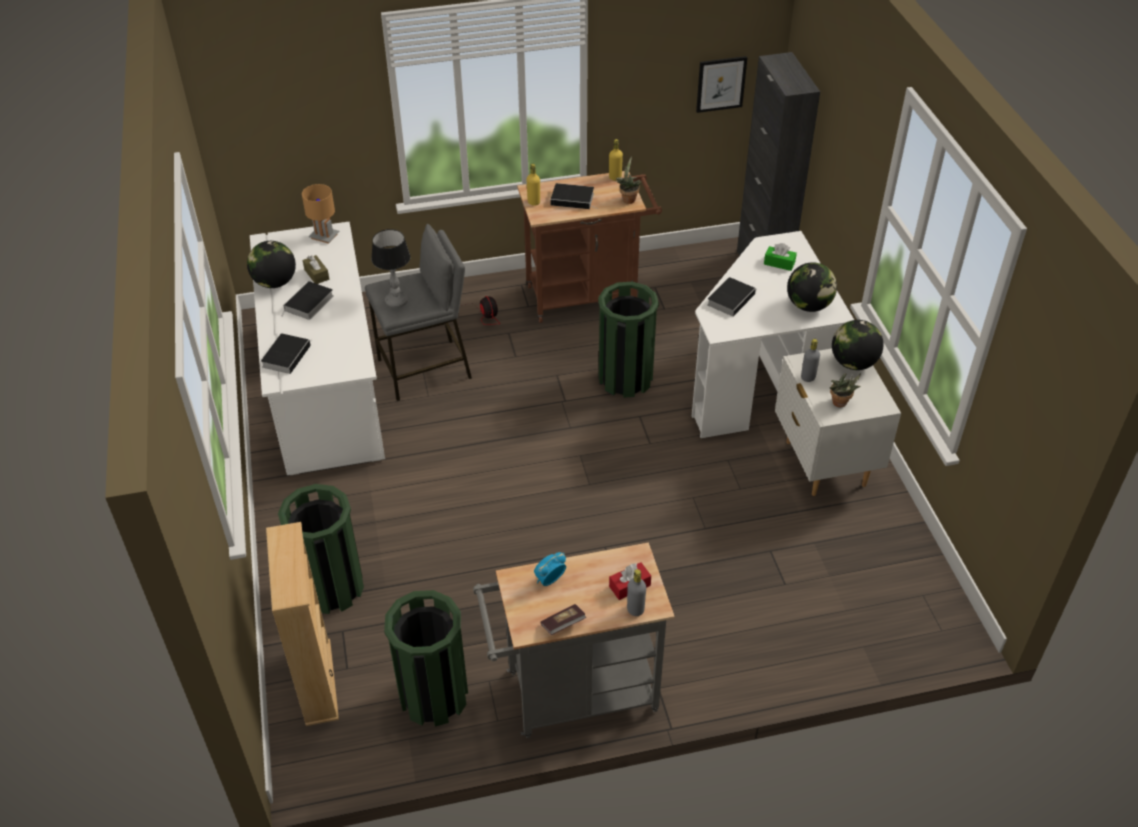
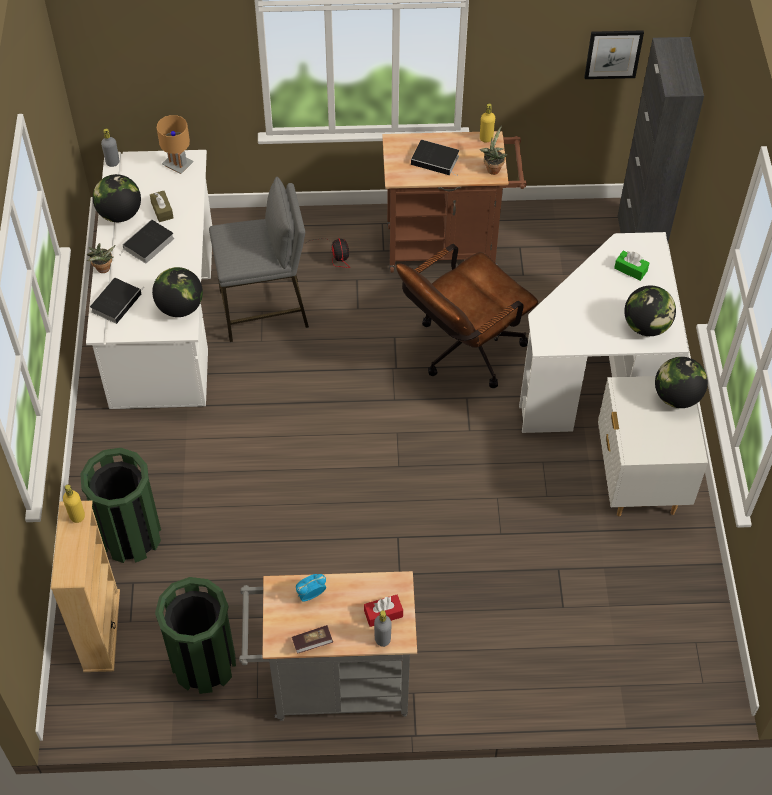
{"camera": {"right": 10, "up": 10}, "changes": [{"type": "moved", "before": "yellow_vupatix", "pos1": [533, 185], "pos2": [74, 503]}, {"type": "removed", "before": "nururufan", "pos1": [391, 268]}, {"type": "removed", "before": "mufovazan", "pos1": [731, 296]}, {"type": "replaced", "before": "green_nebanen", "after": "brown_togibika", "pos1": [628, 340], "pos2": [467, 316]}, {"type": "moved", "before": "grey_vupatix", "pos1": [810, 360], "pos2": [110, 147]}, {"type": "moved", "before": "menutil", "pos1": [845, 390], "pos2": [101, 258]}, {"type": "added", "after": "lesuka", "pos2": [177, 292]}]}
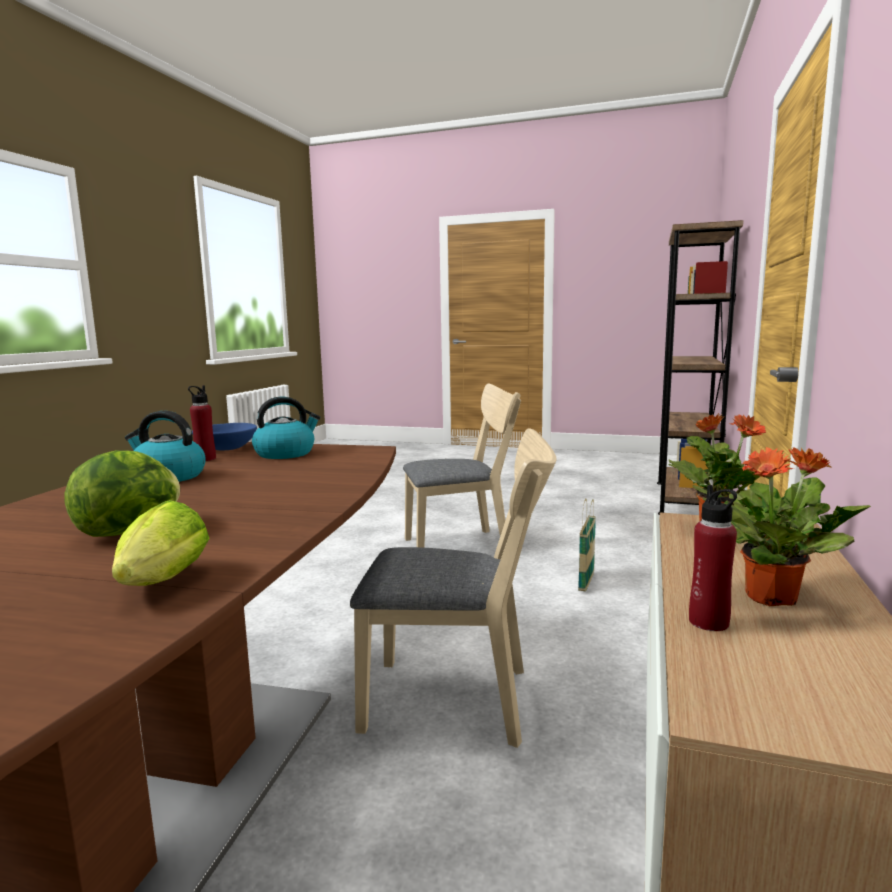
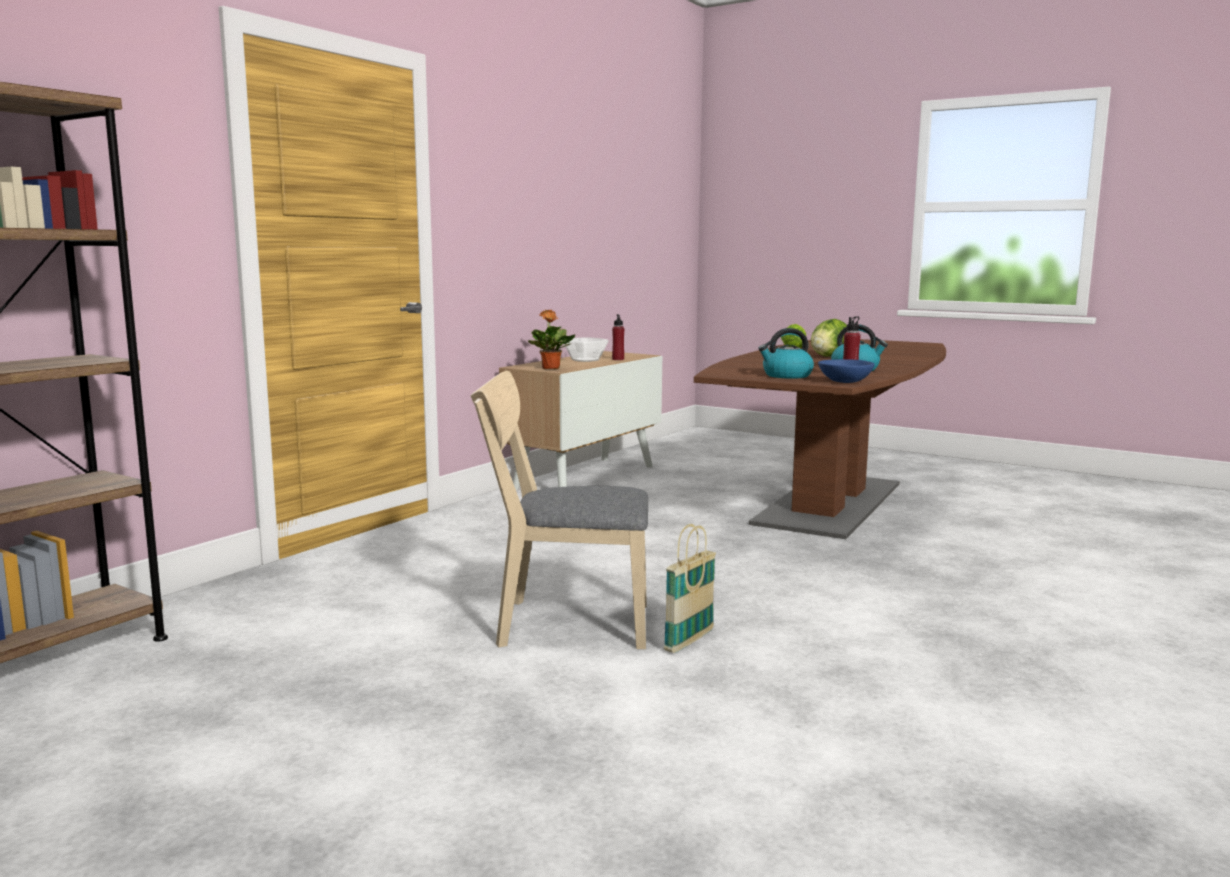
{"camera": {"right": -165, "up": 0}, "changes": [{"type": "removed", "before": "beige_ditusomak", "pos1": [453, 588]}, {"type": "replaced", "before": "menutil", "after": "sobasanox", "pos1": [787, 526], "pos2": [586, 349]}, {"type": "moved", "before": "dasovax", "pos1": [587, 545], "pos2": [690, 588]}]}
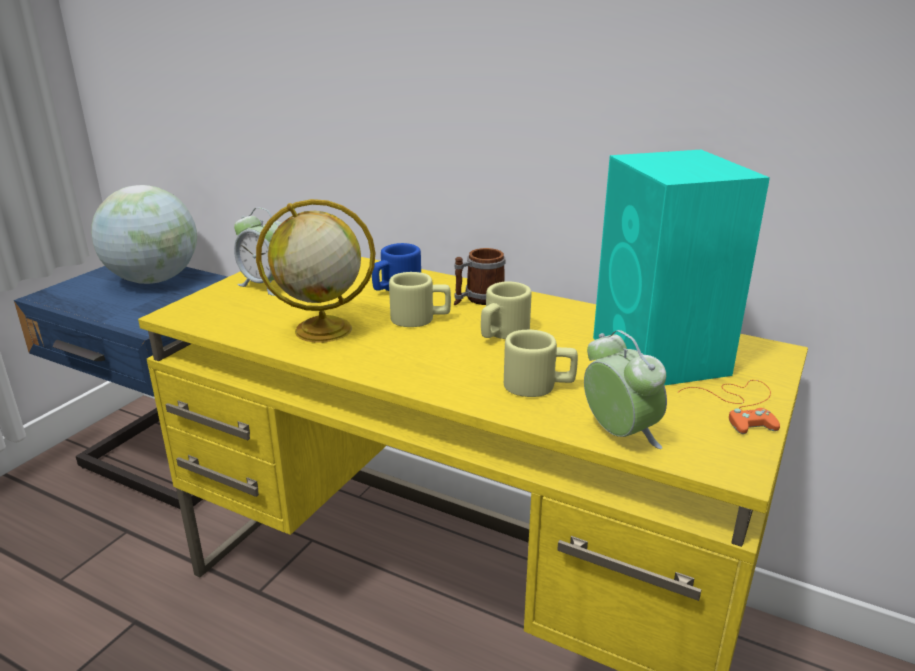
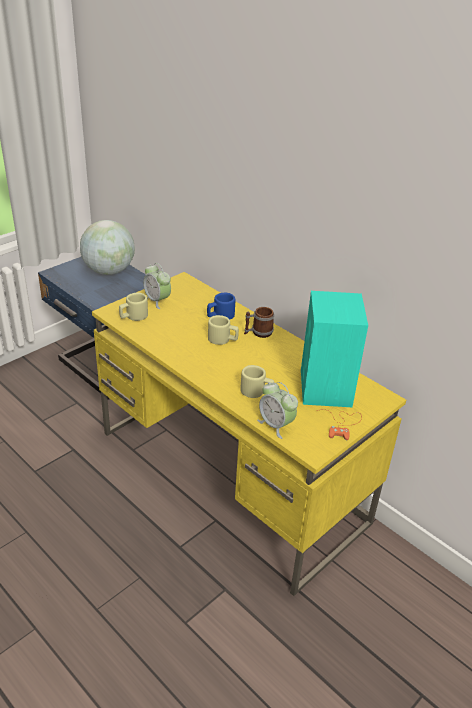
{"camera": {"right": 15, "up": 10}, "changes": [{"type": "removed", "before": "lesuka", "pos1": [315, 271]}, {"type": "moved", "before": "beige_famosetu", "pos1": [506, 310], "pos2": [133, 306]}, {"type": "turned", "before": "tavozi", "pos1": [625, 389], "pos2": [277, 410], "turn": 150}]}
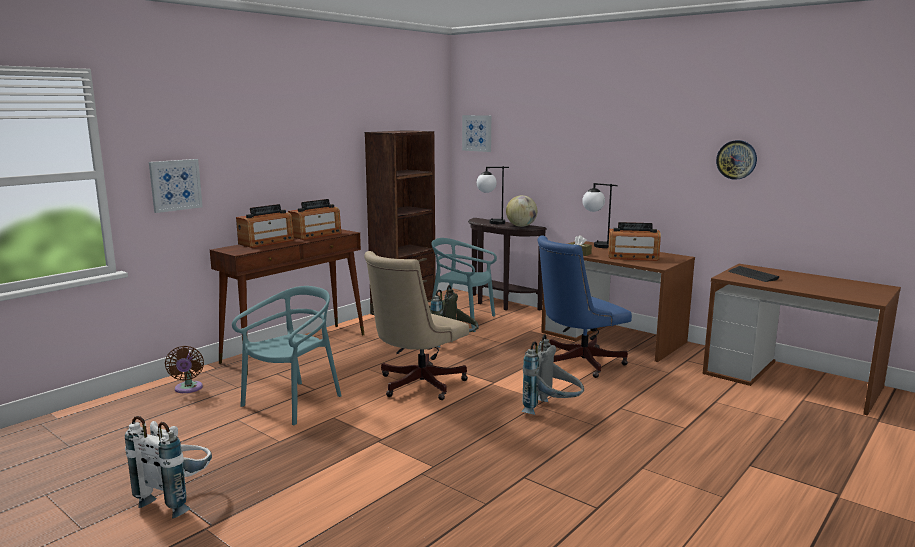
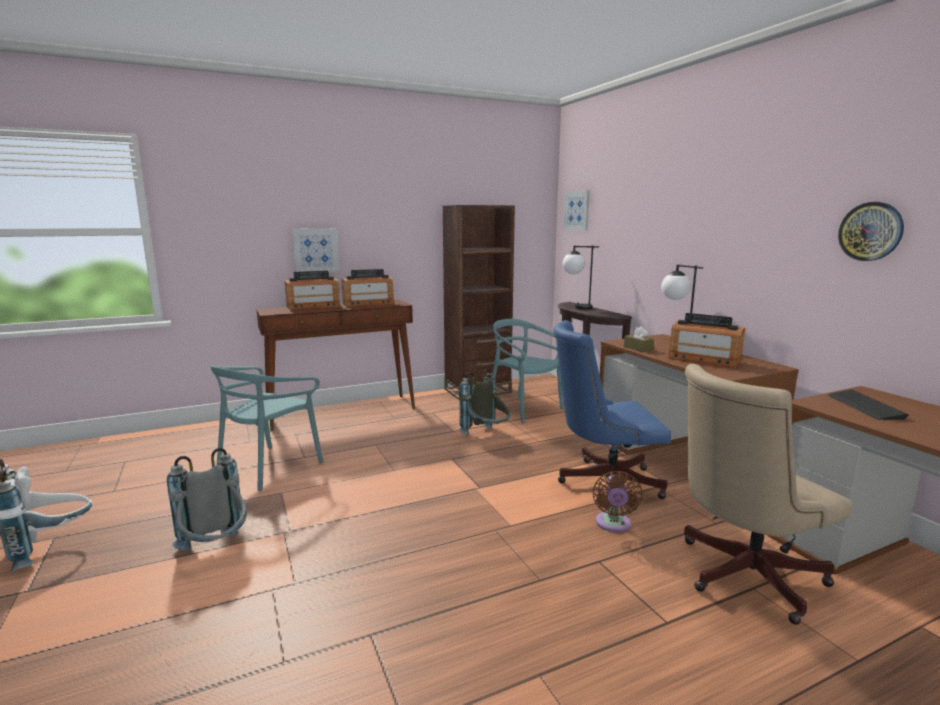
{"camera": {"right": 25, "up": 0}, "changes": [{"type": "moved", "before": "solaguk", "pos1": [176, 186], "pos2": [315, 250]}, {"type": "removed", "before": "lesuka", "pos1": [521, 211]}, {"type": "moved", "before": "beige_togibika", "pos1": [416, 325], "pos2": [768, 494]}, {"type": "turned", "before": "turquoise_ditusomak", "pos1": [287, 355], "pos2": [267, 428], "turn": 150}, {"type": "moved", "before": "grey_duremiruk", "pos1": [552, 374], "pos2": [207, 499]}, {"type": "moved", "before": "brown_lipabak", "pos1": [184, 369], "pos2": [617, 501]}]}
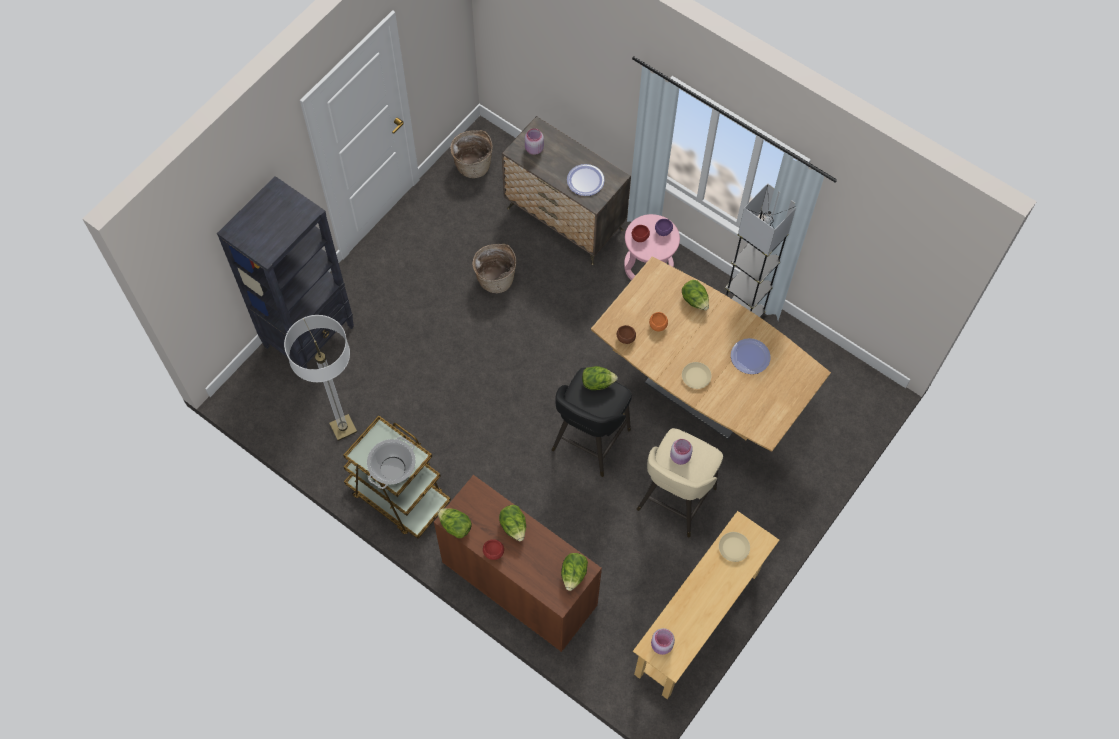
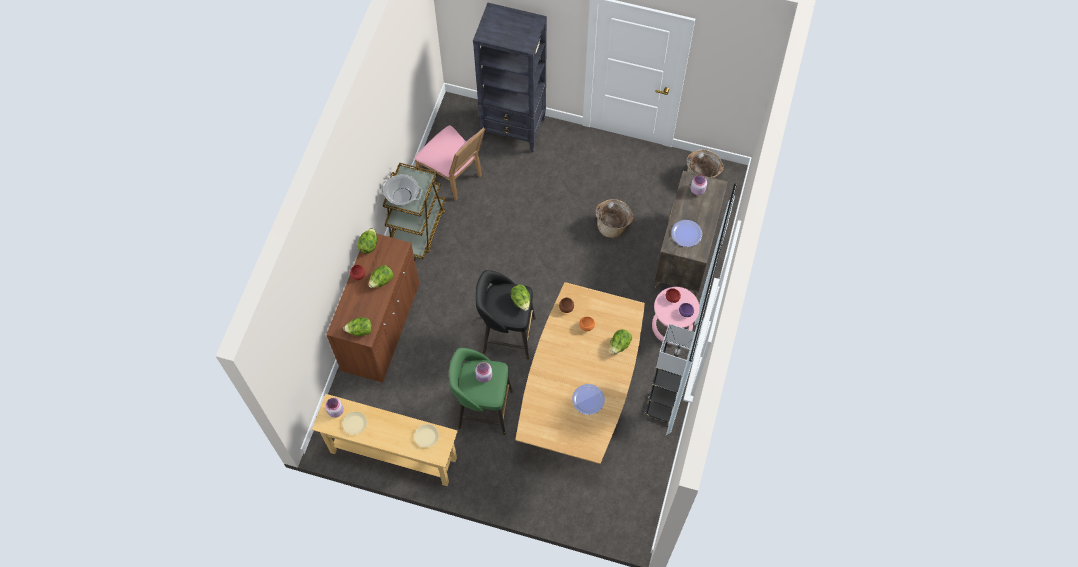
{"camera": {"right": 70, "up": 0}, "changes": [{"type": "replaced", "before": "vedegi", "after": "pink_ditusomak", "pos1": [320, 378], "pos2": [449, 162]}, {"type": "moved", "before": "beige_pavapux", "pos1": [697, 375], "pos2": [355, 423]}, {"type": "recoloured", "before": "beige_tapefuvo", "after": "green_tapefuvo", "pos1": [680, 482], "pos2": [481, 391]}]}
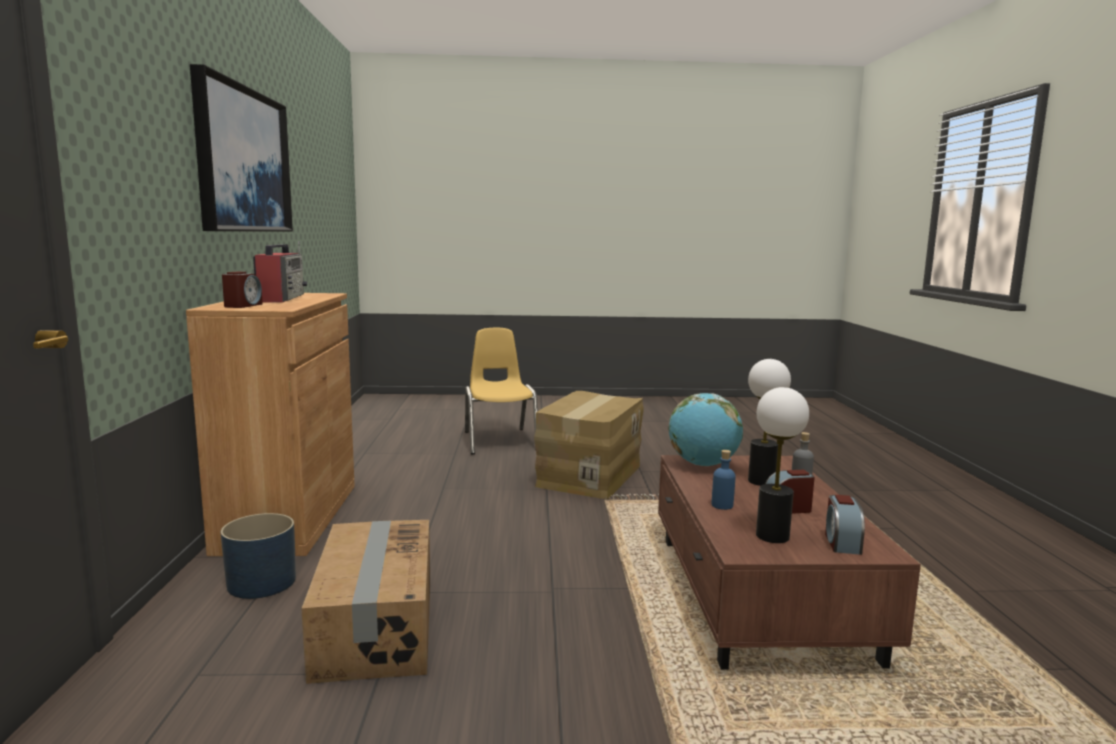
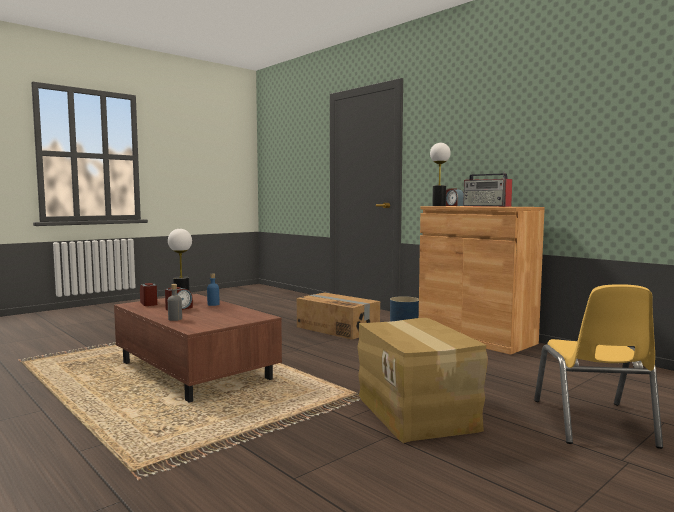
{"camera": {"right": 140, "up": -5}, "changes": [{"type": "removed", "before": "solaguk", "pos1": [241, 148]}, {"type": "turned", "before": "yellow_ditusomak", "pos1": [501, 391], "pos2": [598, 366], "turn": 60}, {"type": "moved", "before": "nururufan", "pos1": [769, 422], "pos2": [440, 174]}, {"type": "removed", "before": "lesuka", "pos1": [705, 429]}]}
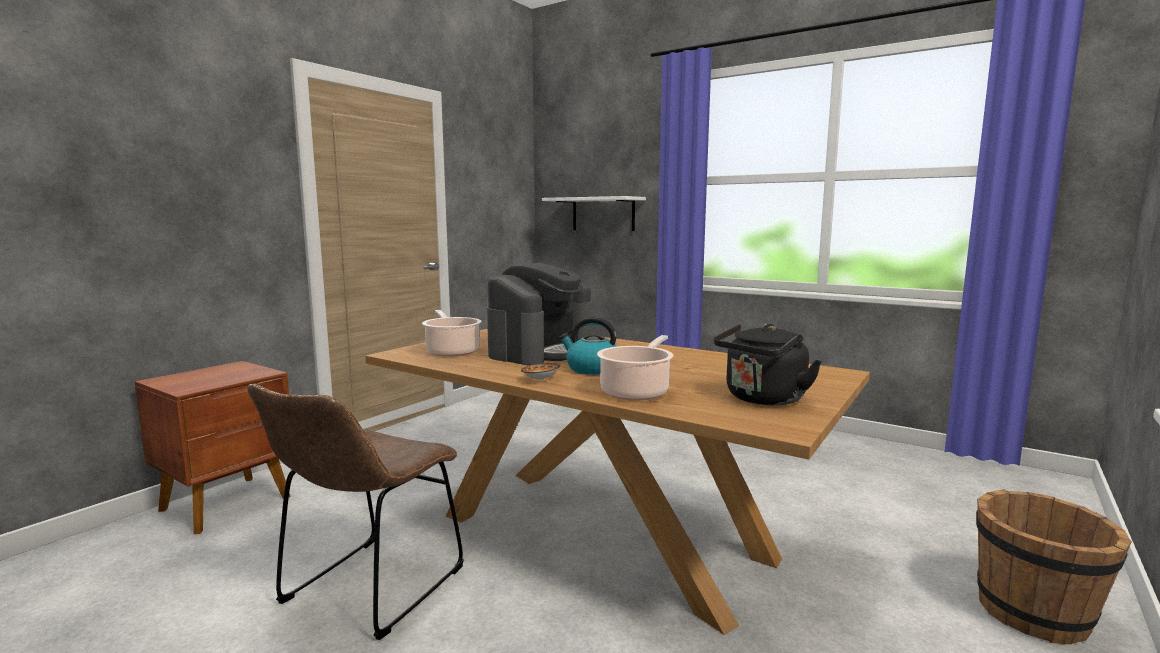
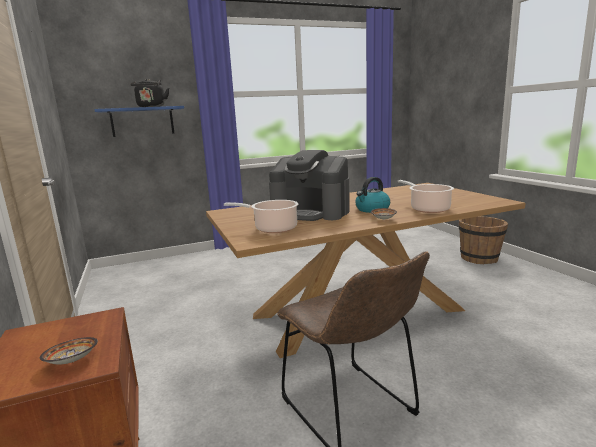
{"camera": {"right": -55, "up": 5}, "changes": [{"type": "recoloured", "before": "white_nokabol", "after": "blue_nokabol", "pos1": [594, 213], "pos2": [139, 121]}, {"type": "turned", "before": "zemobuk", "pos1": [539, 314], "pos2": [309, 185], "turn": 135}, {"type": "moved", "before": "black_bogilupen", "pos1": [768, 365], "pos2": [149, 93]}, {"type": "added", "after": "sobasanox", "pos2": [69, 351]}]}
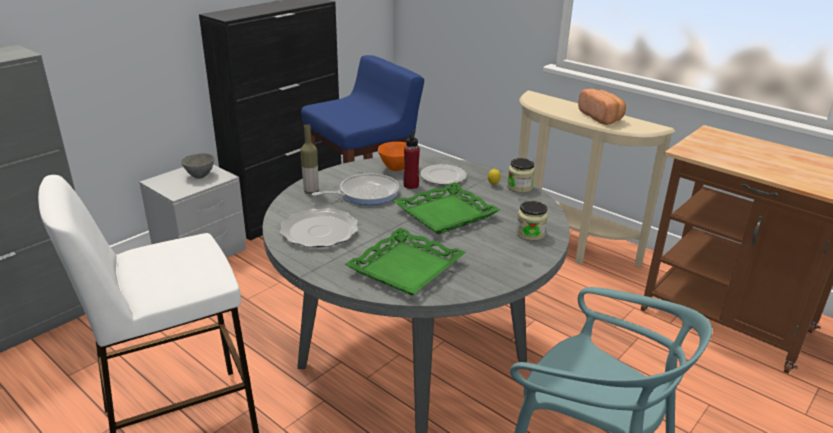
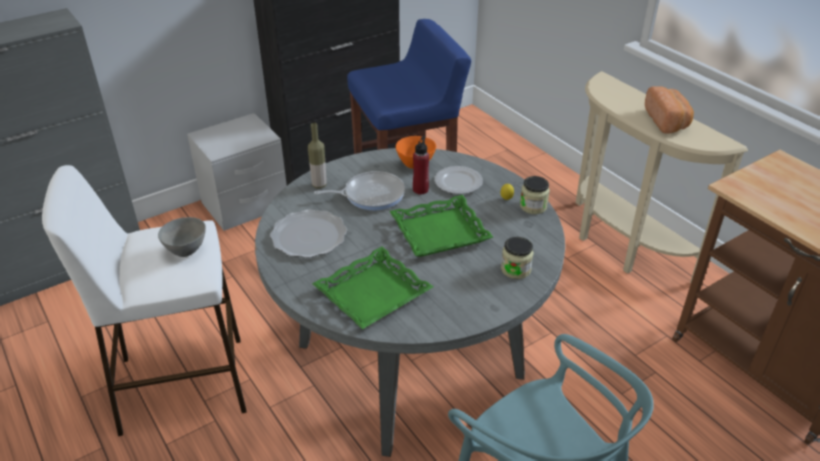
{"camera": {"right": 15, "up": 10}, "changes": [{"type": "moved", "before": "grey_sobasanox", "pos1": [197, 166], "pos2": [182, 237]}]}
